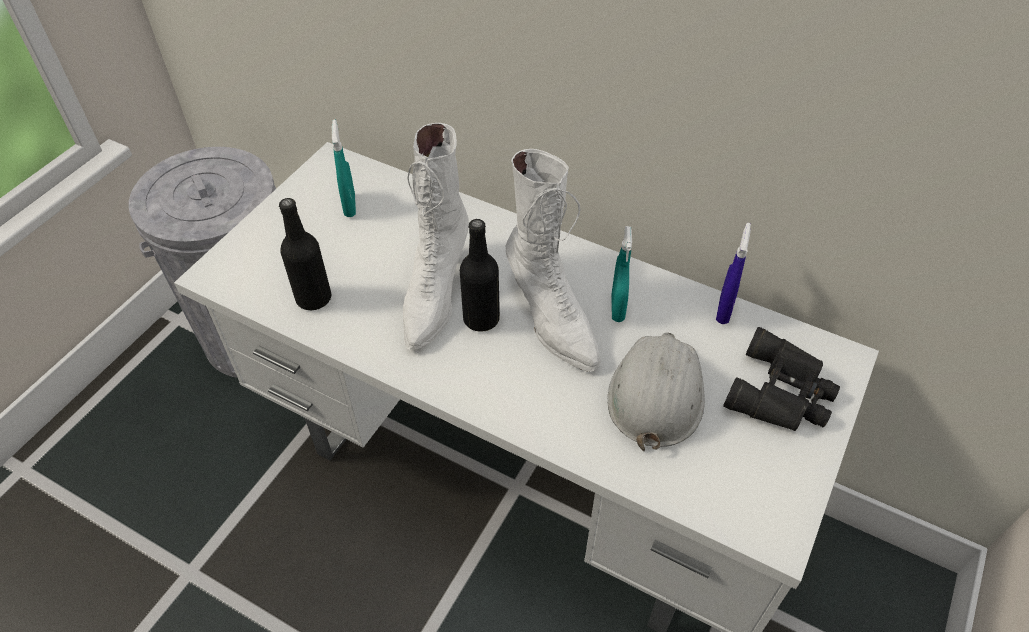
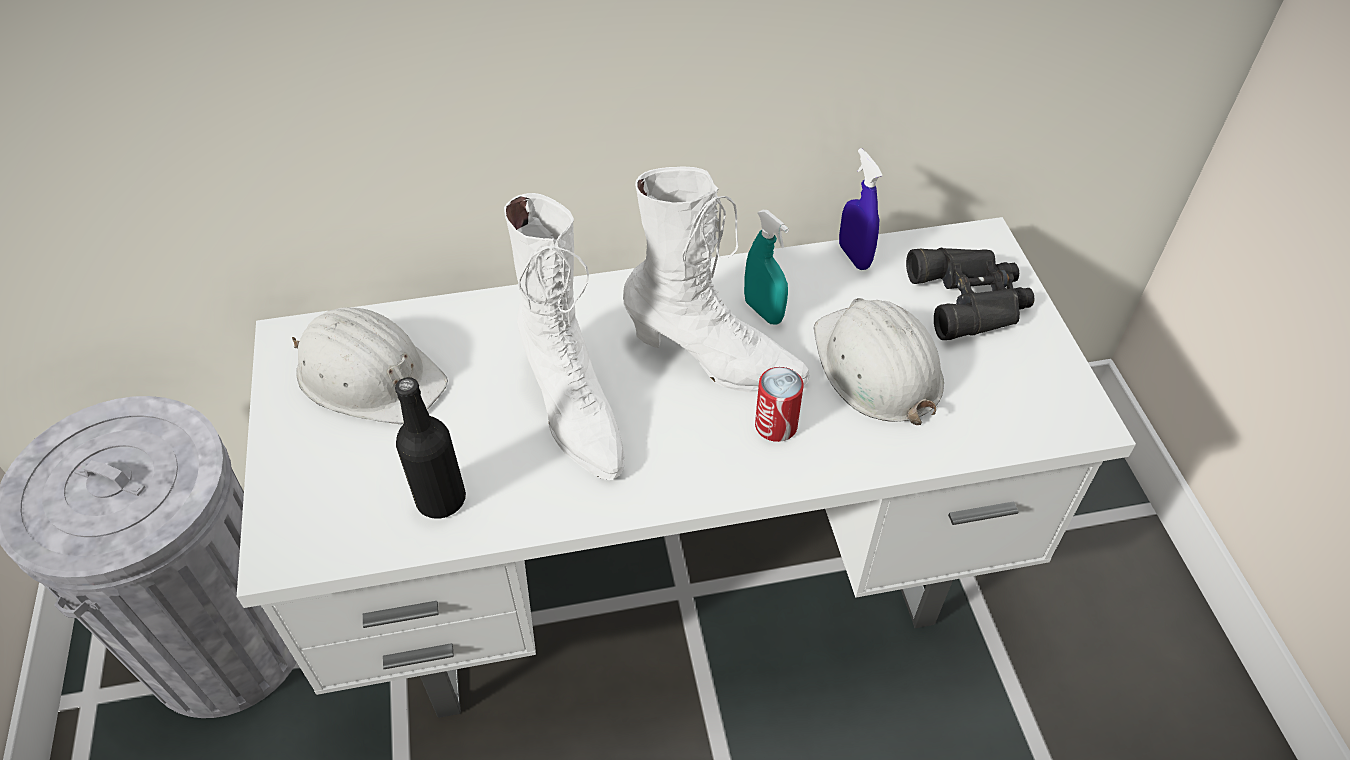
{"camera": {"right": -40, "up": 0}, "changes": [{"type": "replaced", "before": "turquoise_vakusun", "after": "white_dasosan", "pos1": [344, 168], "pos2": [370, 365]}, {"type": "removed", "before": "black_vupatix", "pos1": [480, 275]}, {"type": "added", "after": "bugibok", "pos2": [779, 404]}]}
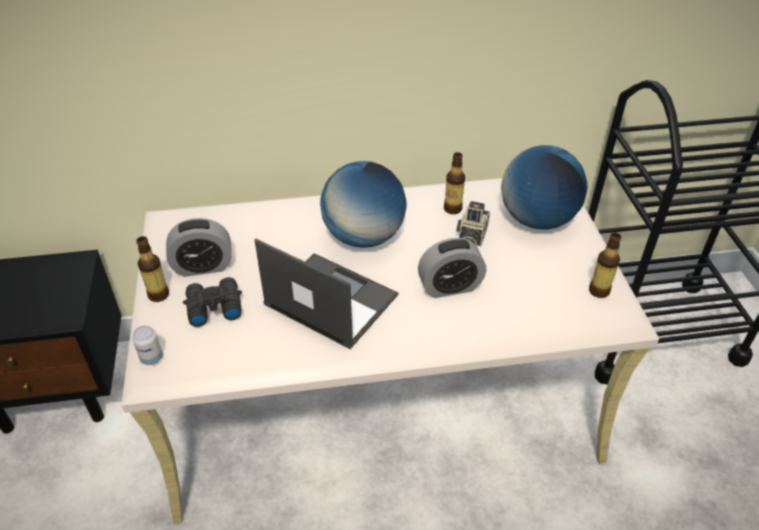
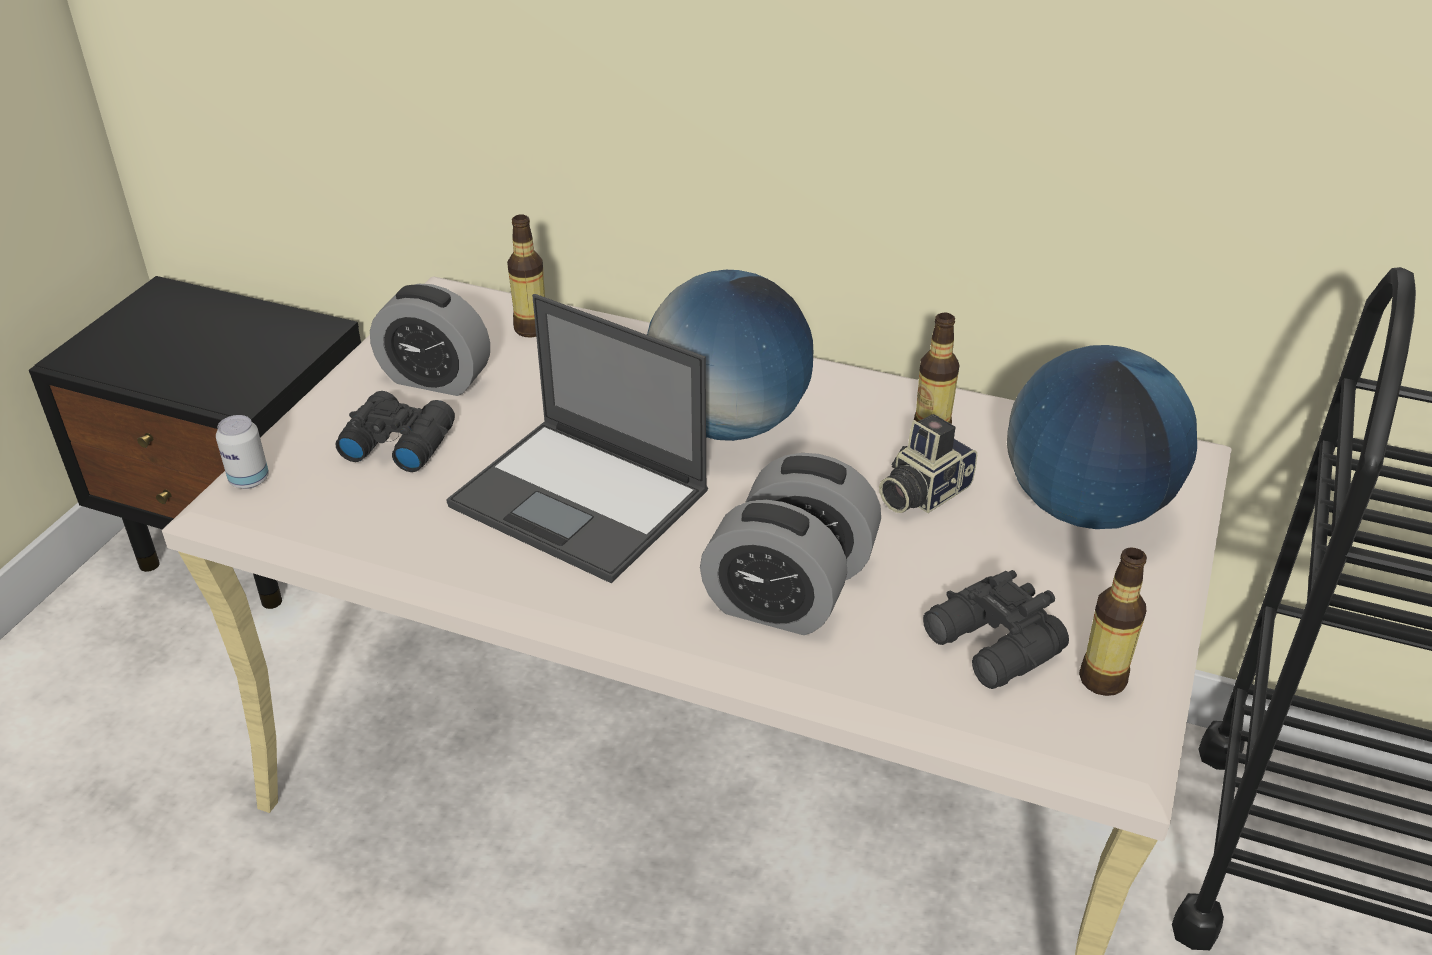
{"camera": {"right": 30, "up": -5}, "changes": [{"type": "moved", "before": "vupatix", "pos1": [152, 269], "pos2": [526, 276]}, {"type": "turned", "before": "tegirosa", "pos1": [326, 293], "pos2": [577, 438], "turn": 150}, {"type": "added", "after": "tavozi", "pos2": [773, 567]}, {"type": "added", "after": "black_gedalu", "pos2": [996, 629]}]}
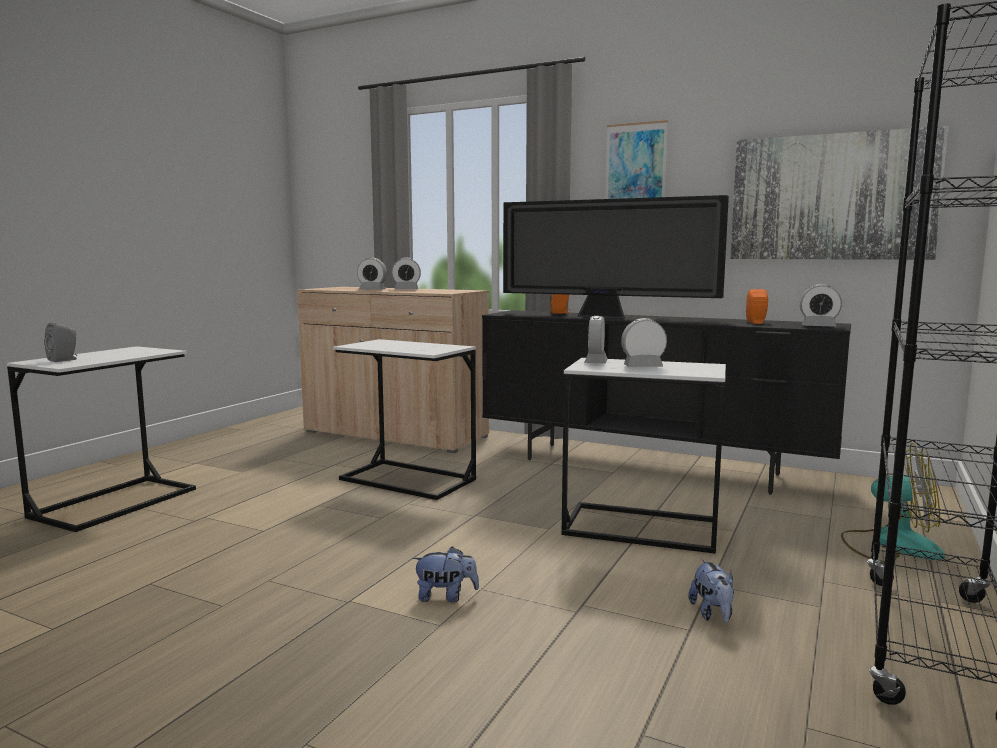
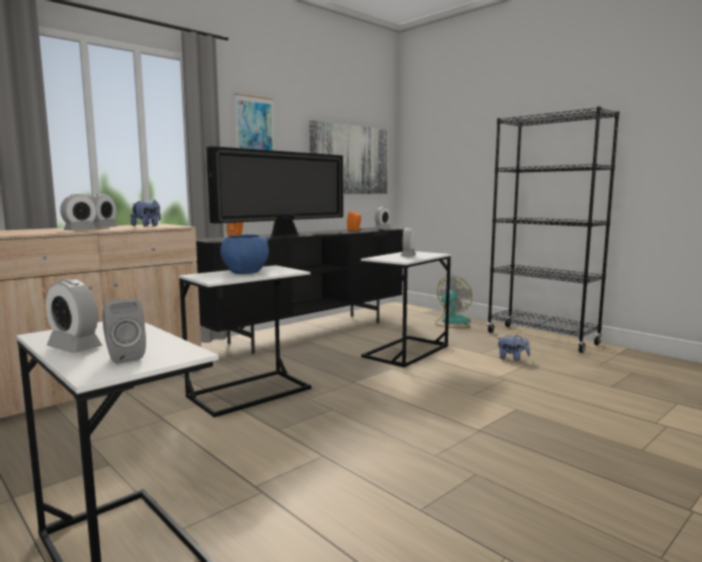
{"camera": {"right": -70, "up": 0}, "changes": [{"type": "moved", "before": "tavozi", "pos1": [596, 339], "pos2": [74, 316]}, {"type": "moved", "before": "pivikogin", "pos1": [445, 574], "pos2": [146, 212]}, {"type": "added", "after": "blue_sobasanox", "pos2": [244, 254]}]}
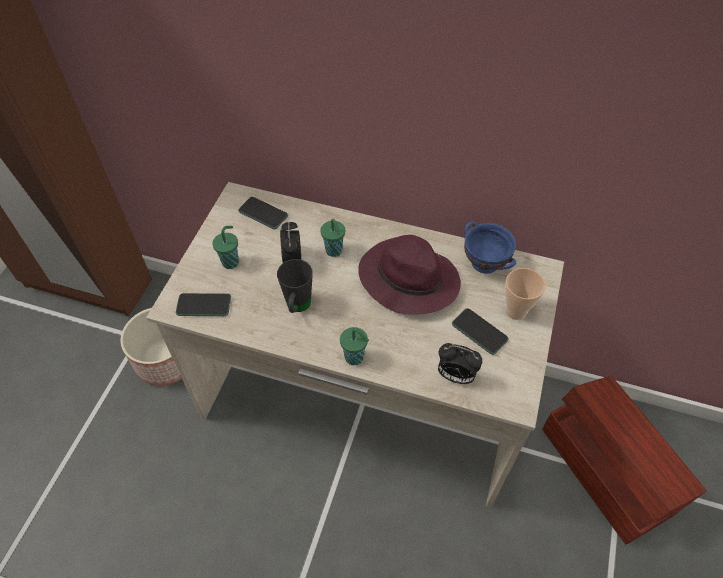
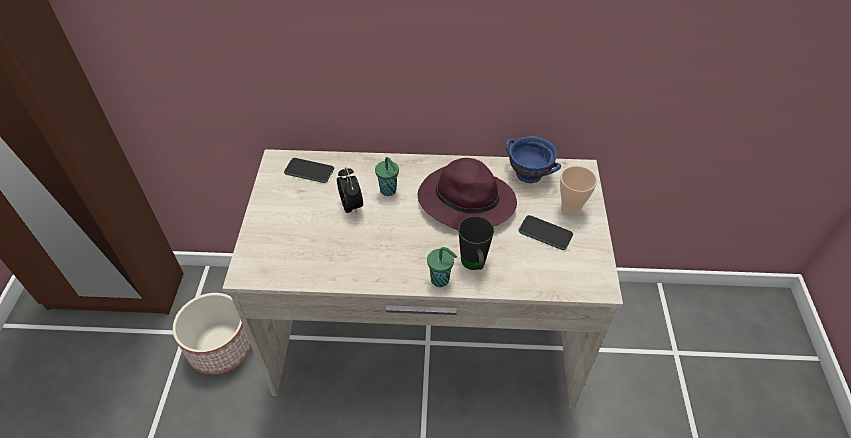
{"camera": {"right": -15, "up": -5}, "changes": [{"type": "removed", "before": "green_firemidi", "pos1": [225, 247]}, {"type": "moved", "before": "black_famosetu", "pos1": [295, 286], "pos2": [476, 243]}, {"type": "removed", "before": "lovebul", "pos1": [203, 304]}, {"type": "removed", "before": "tavozi", "pos1": [460, 363]}, {"type": "removed", "before": "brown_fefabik", "pos1": [624, 460]}]}
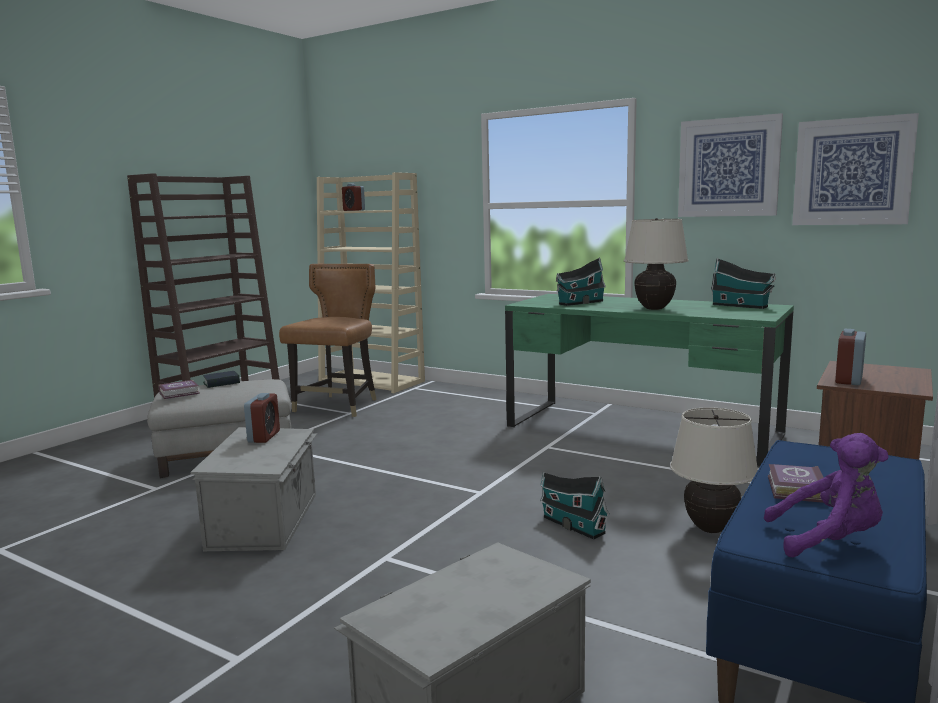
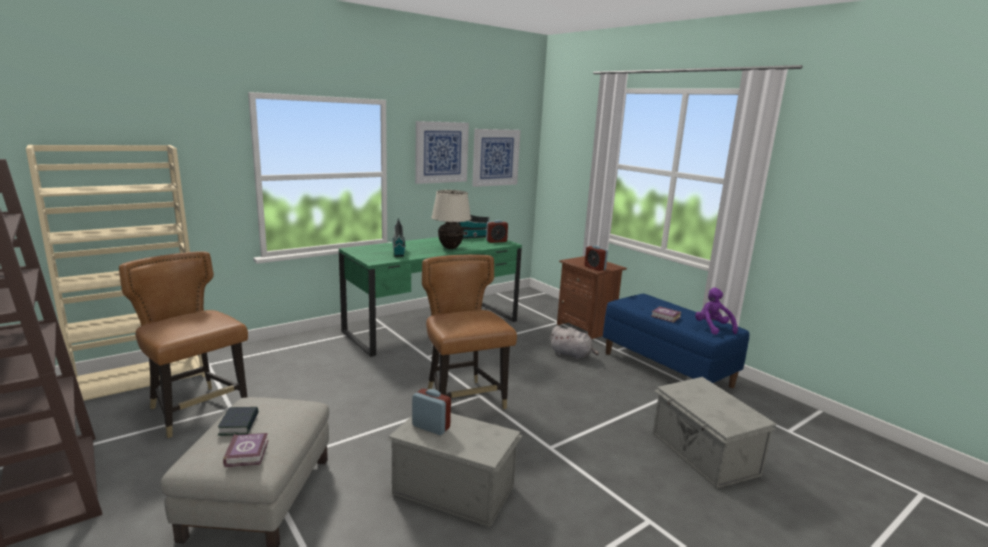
{"camera": {"right": -70, "up": 5}, "changes": [{"type": "moved", "before": "tavozi", "pos1": [353, 197], "pos2": [497, 231]}, {"type": "replaced", "before": "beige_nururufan", "after": "grey_pivikogin", "pos1": [714, 470], "pos2": [574, 343]}, {"type": "turned", "before": "purple_pivikogin", "pos1": [826, 495], "pos2": [716, 311], "turn": -45}, {"type": "removed", "before": "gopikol", "pos1": [574, 506]}, {"type": "added", "after": "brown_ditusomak", "pos2": [469, 332]}]}
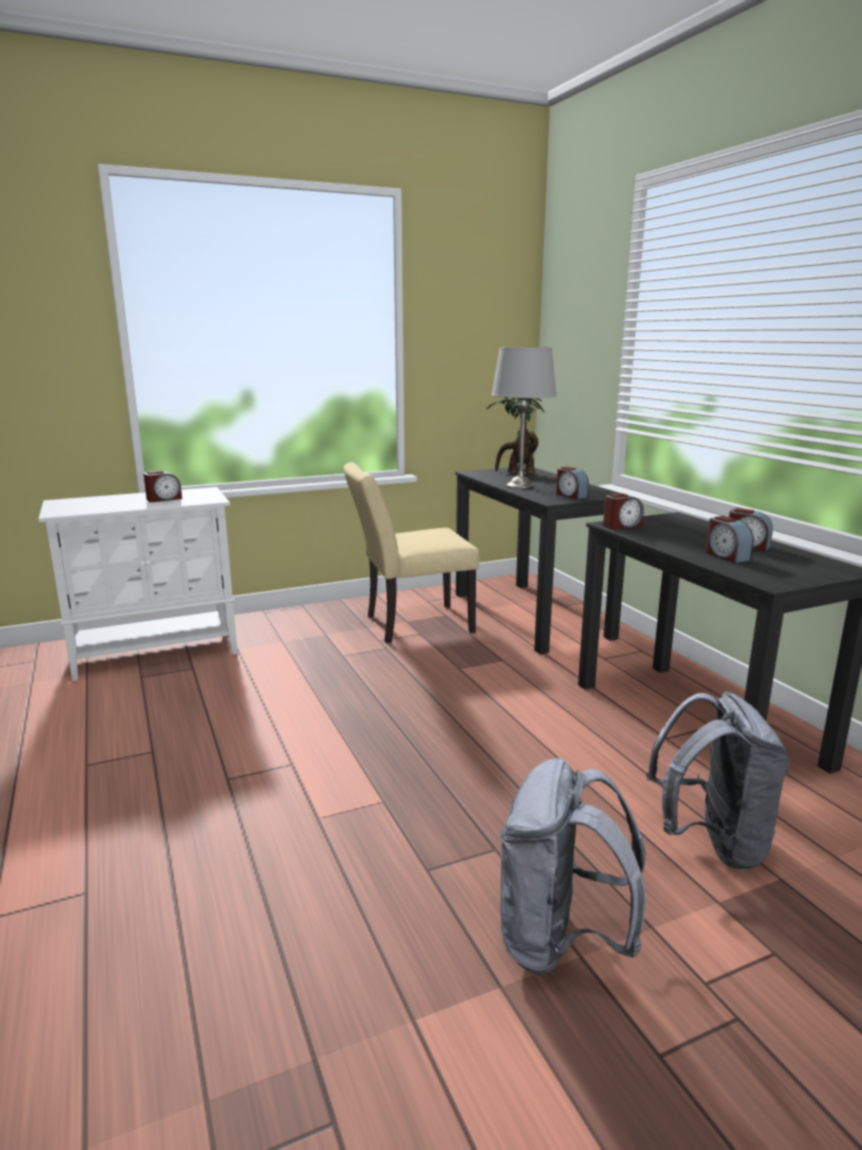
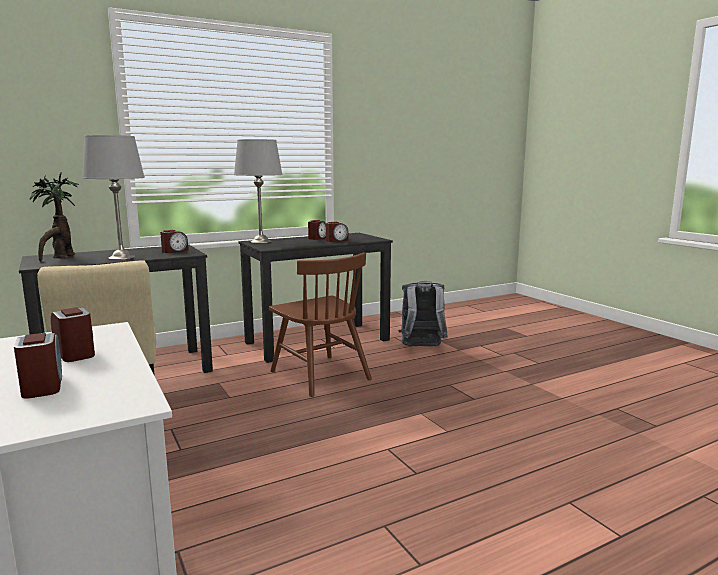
{"camera": {"right": -95, "up": -5}, "changes": [{"type": "moved", "before": "tavozi", "pos1": [623, 511], "pos2": [38, 366]}, {"type": "removed", "before": "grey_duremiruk", "pos1": [572, 866]}, {"type": "added", "after": "grey_nururufan", "pos2": [258, 191]}, {"type": "added", "after": "brown_ditusomak", "pos2": [320, 324]}]}
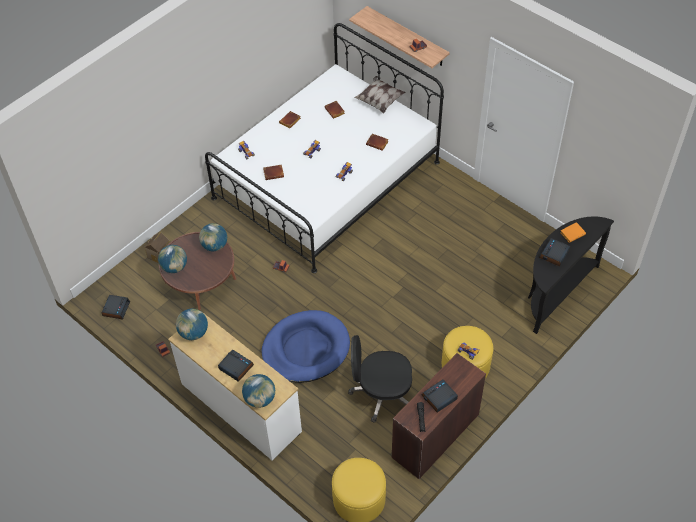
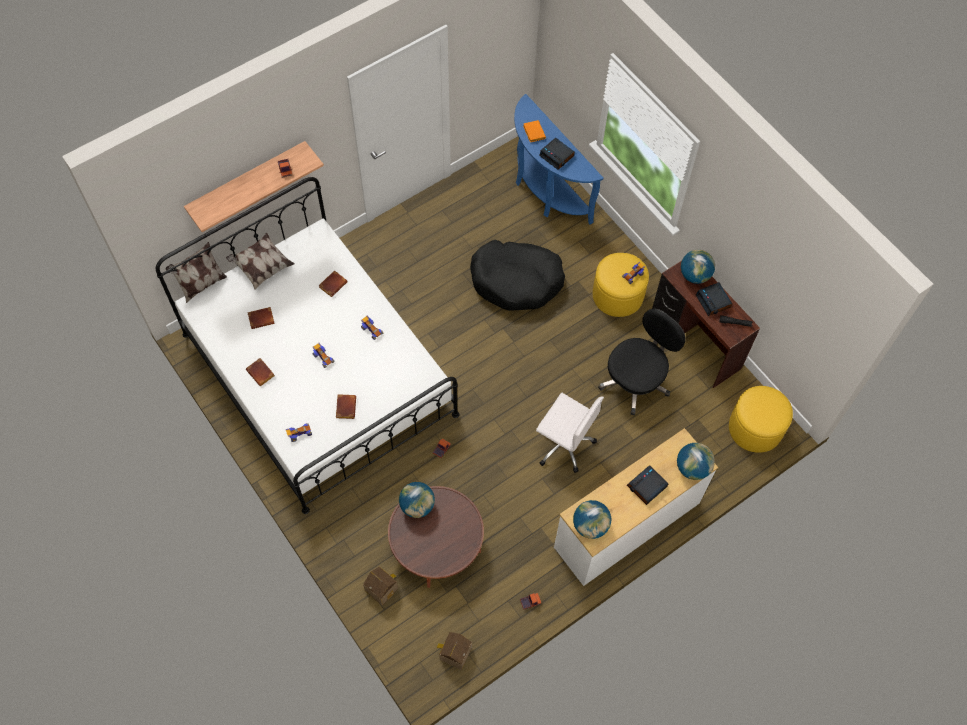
{"camera": {"right": -80, "up": 10}, "changes": [{"type": "recoloured", "before": "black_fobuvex", "after": "blue_fobuvex", "pos1": [571, 275], "pos2": [559, 159]}, {"type": "moved", "before": "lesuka", "pos1": [172, 259], "pos2": [698, 267]}, {"type": "replaced", "before": "tavozi", "after": "gopikol", "pos1": [116, 307], "pos2": [454, 651]}, {"type": "replaced", "before": "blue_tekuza", "after": "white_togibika", "pos1": [306, 346], "pos2": [570, 433]}, {"type": "turned", "before": "black_togibika", "pos1": [380, 378], "pos2": [641, 362], "turn": -150}, {"type": "added", "after": "black_tekuza", "pos2": [517, 275]}, {"type": "added", "after": "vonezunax", "pos2": [196, 272]}]}
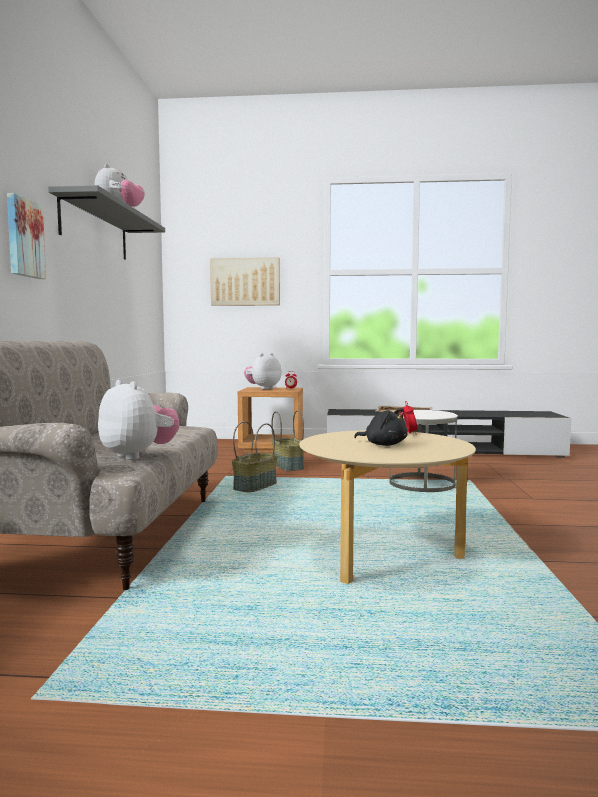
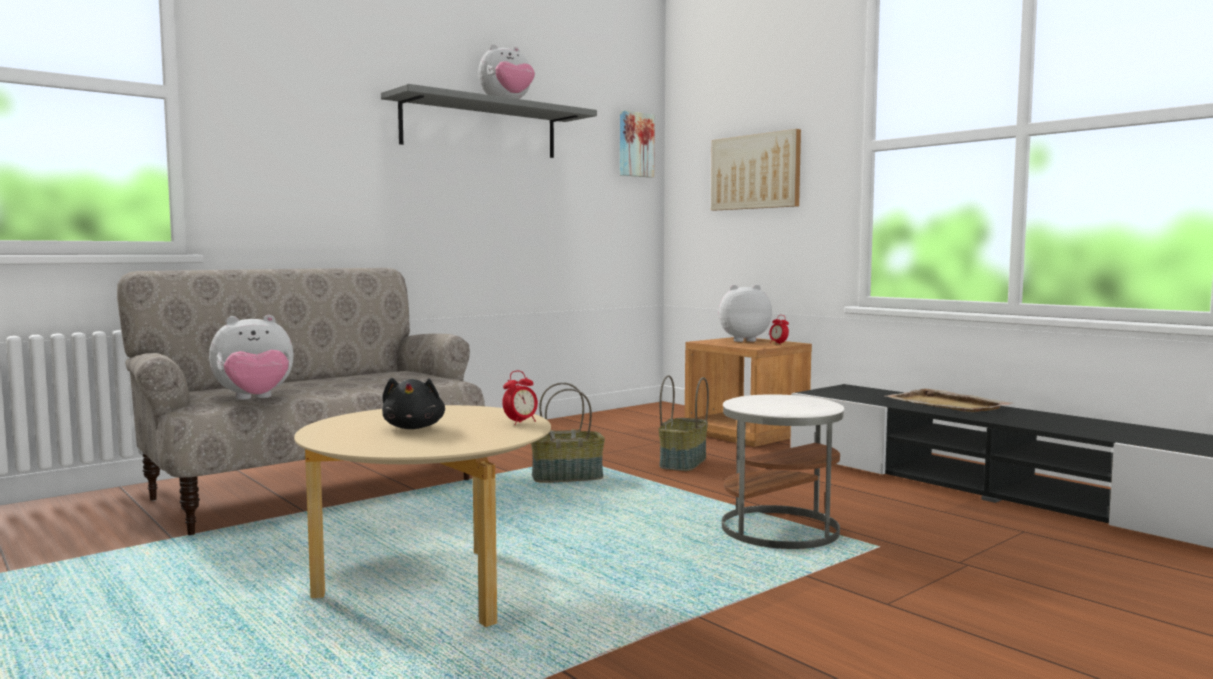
{"camera": {"right": 45, "up": 0}, "changes": [{"type": "moved", "before": "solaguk", "pos1": [26, 236], "pos2": [637, 144]}, {"type": "turned", "before": "pivikogin", "pos1": [139, 420], "pos2": [251, 357], "turn": 60}]}
